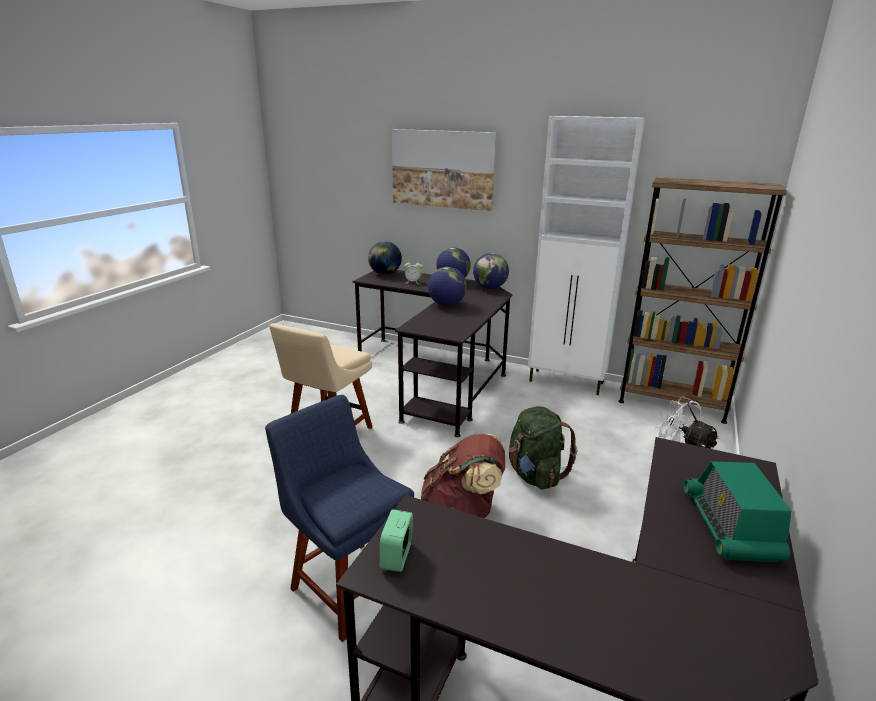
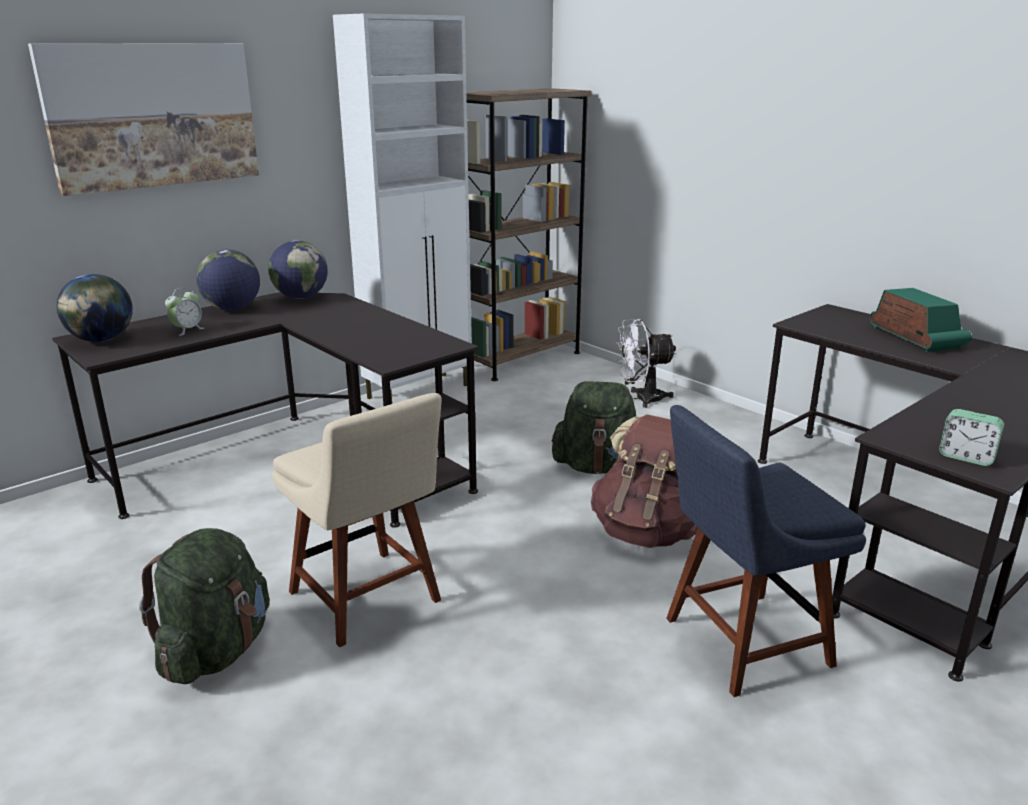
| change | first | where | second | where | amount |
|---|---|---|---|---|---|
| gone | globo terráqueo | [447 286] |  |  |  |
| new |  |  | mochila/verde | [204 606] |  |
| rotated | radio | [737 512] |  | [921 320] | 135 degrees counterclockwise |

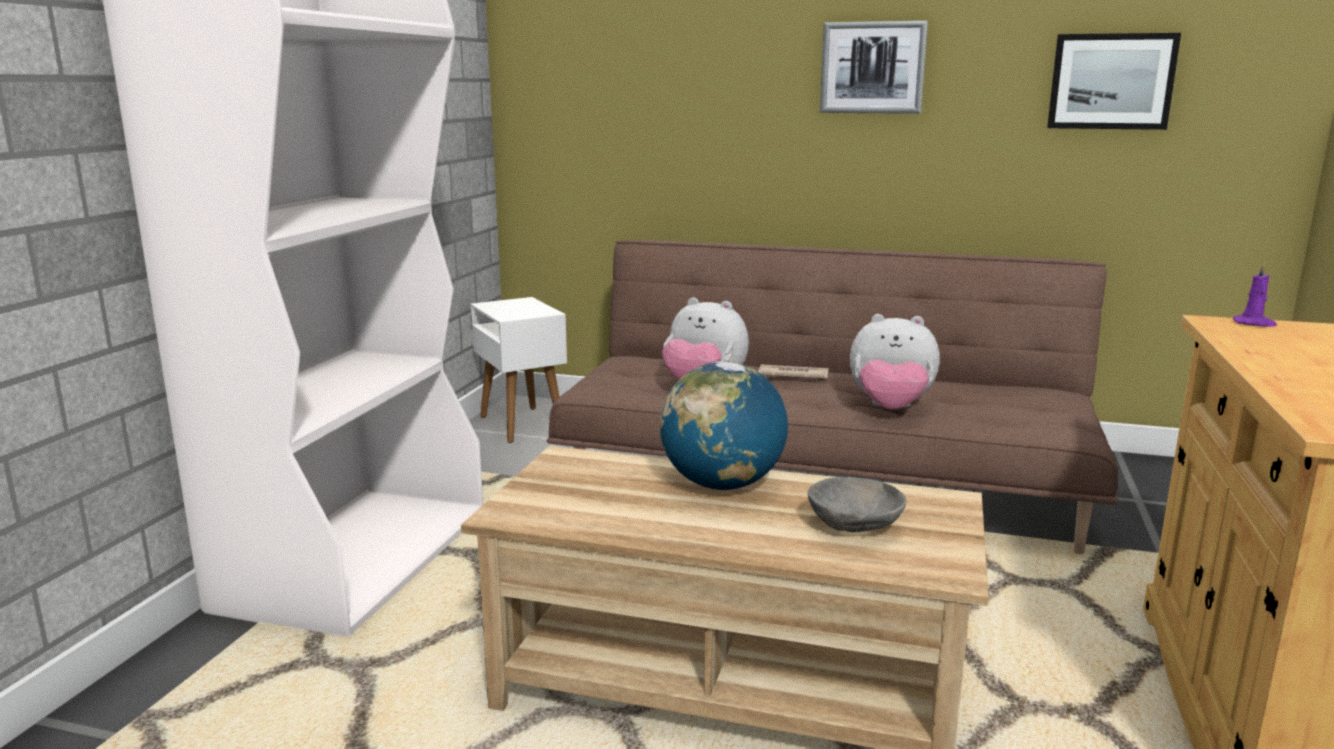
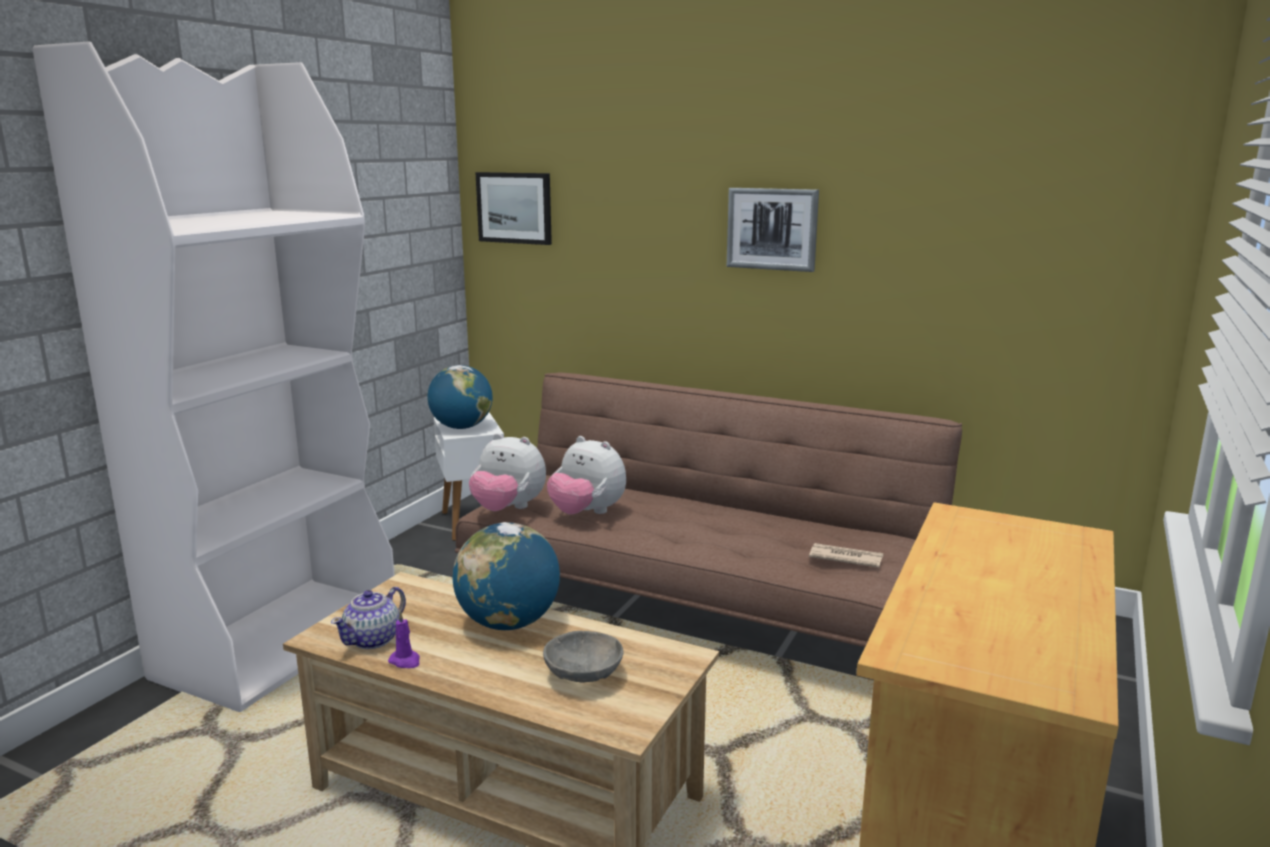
| change | first | where | second | where | amount |
|---|---|---|---|---|---|
| new |  |  | tetera | [368 618] |  |
| new |  |  | globo terráqueo | [460 397] |  |
| shifted | periódico | [793 371] |  | [846 555] |  |
| shifted | peluche | [895 361] |  | [507 472] |  |
| shifted | cuadro | [1114 81] |  | [513 208] |  |
| shifted | vela/morado | [1255 295] |  | [404 639] |  |

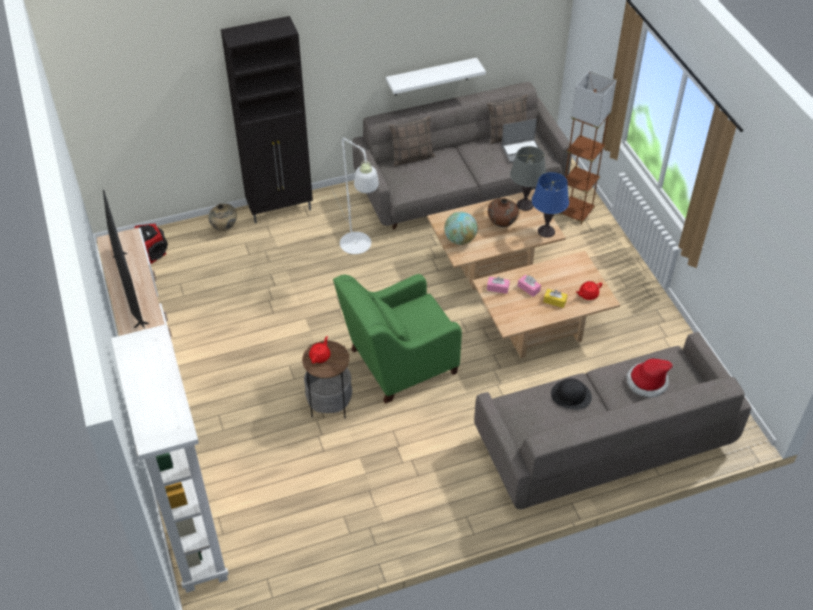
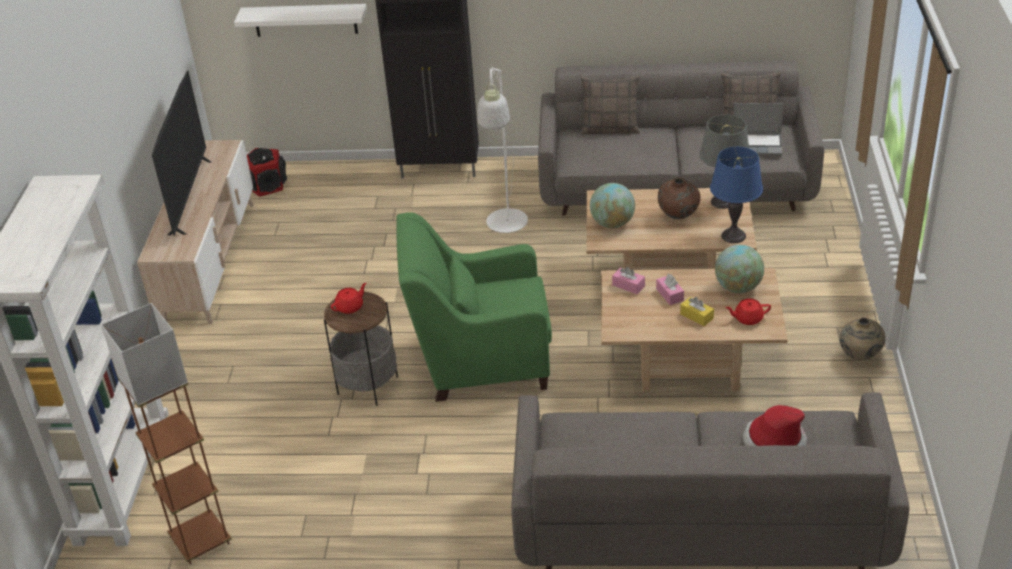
| change | first | where | second | where | amount |
|---|---|---|---|---|---|
| gone | sombrero/negro | [571 394] |  |  |  |
| new |  |  | globo terráqueo | [739 269] |  |
| shifted | florero/beis | [222 217] |  | [862 338] |  |
| shifted | estante/blanco | [436 76] |  | [300 20] |  |
| shifted | lámpara de pie/marrón | [588 147] |  | [166 434] |  |

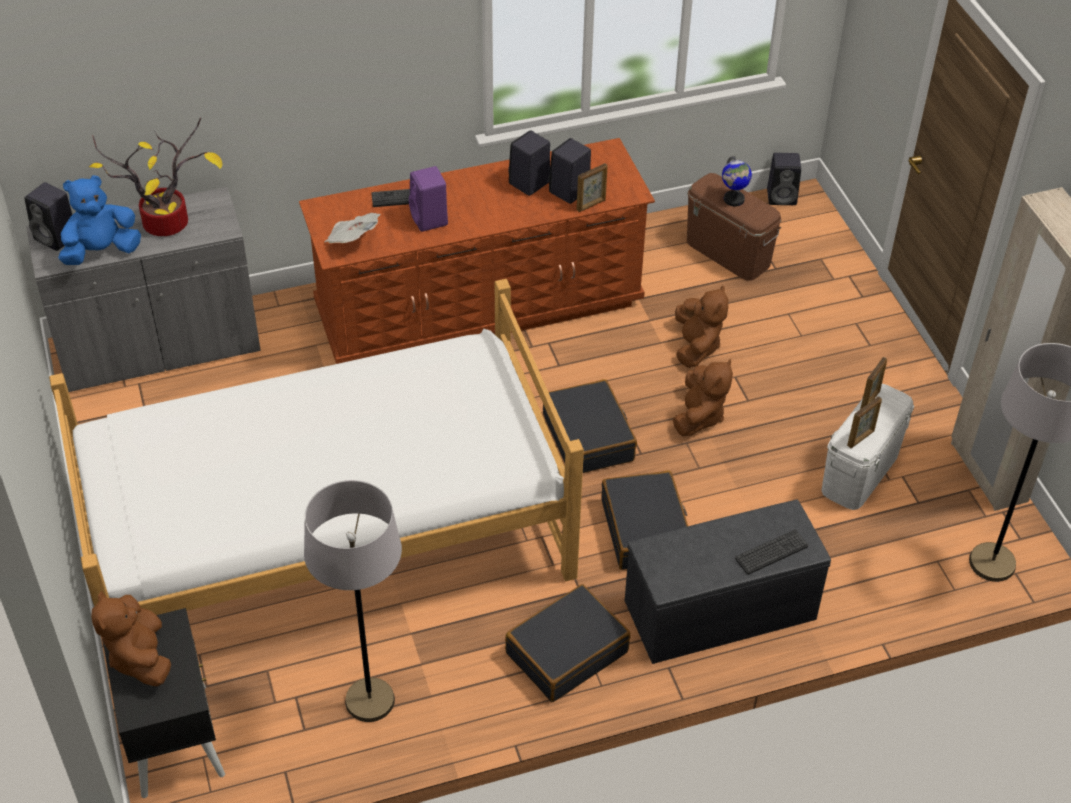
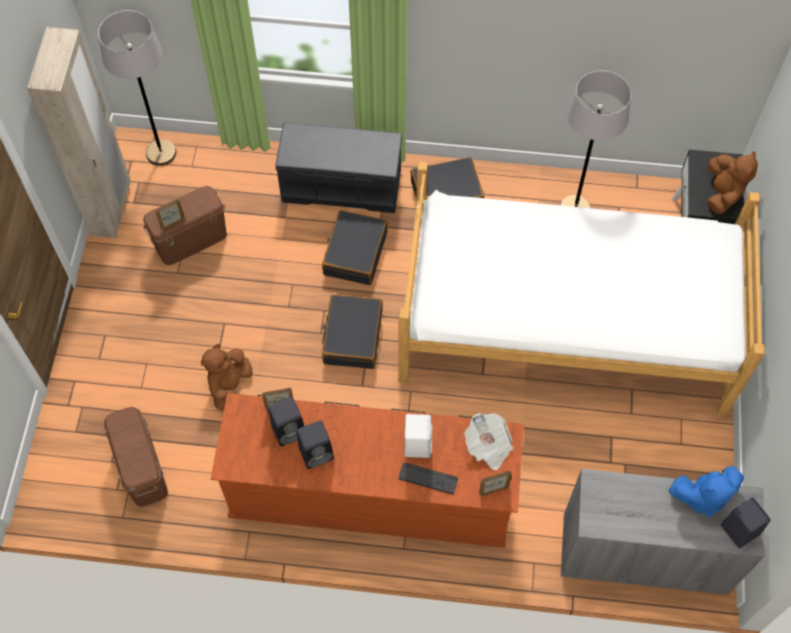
| change | first | where | second | where | amount |
|---|---|---|---|---|---|
| gone | planta en maceta | [155 177] |  |  |  |
| gone | peluche/marrón | [703 397] |  |  |  |
| gone | globo terráqueo | [737 181] |  |  |  |
| gone | teclado | [771 552] |  |  |  |
| gone | altavoz/negro | [784 179] |  |  |  |
| shifted | portarretratos | [864 422] |  | [495 484] |  |
| repainted | altavoz/morado | [428 199] | altavoz/blanco | [418 436] |  |
| repainted | caja de almacenaje/blanco | [867 447] | caja de almacenaje/marrón | [185 225] |  |

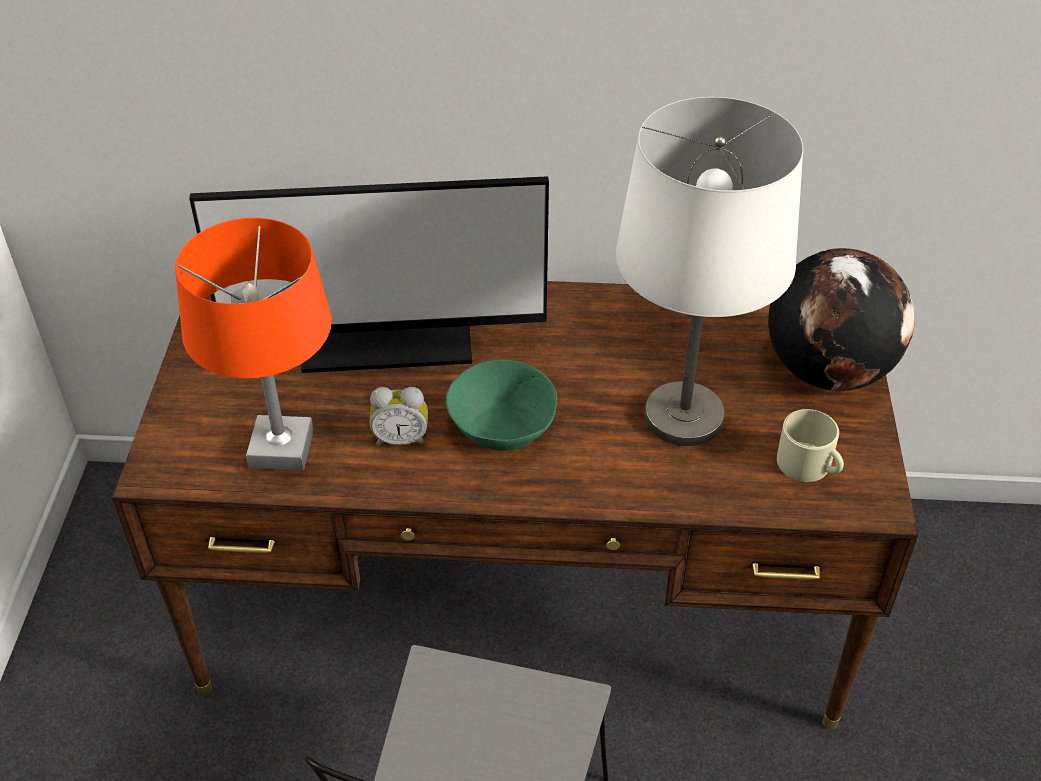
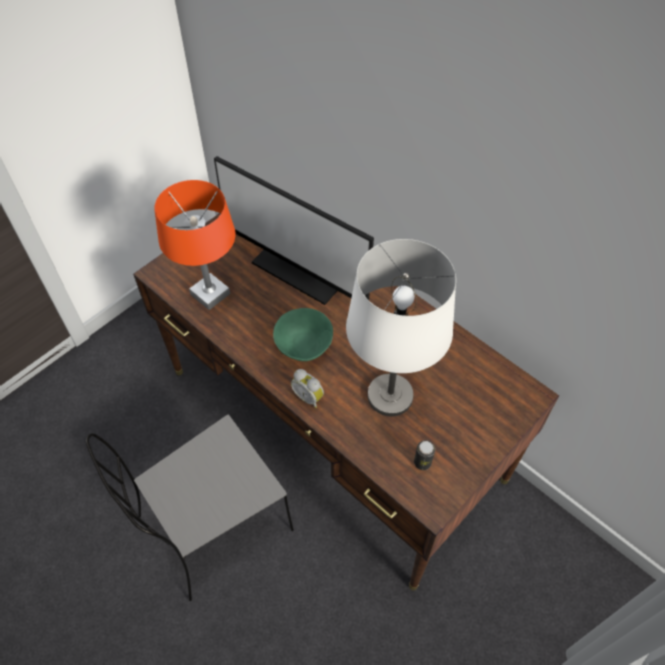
| change | first | where | second | where | amount |
|---|---|---|---|---|---|
| gone | globo terráqueo | [841 319] |  |  |  |
| shifted | despertador | [398 417] |  | [307 388] |  |
| swapped | taza grande/beis | [810 445] | lata | [424 455] |  |

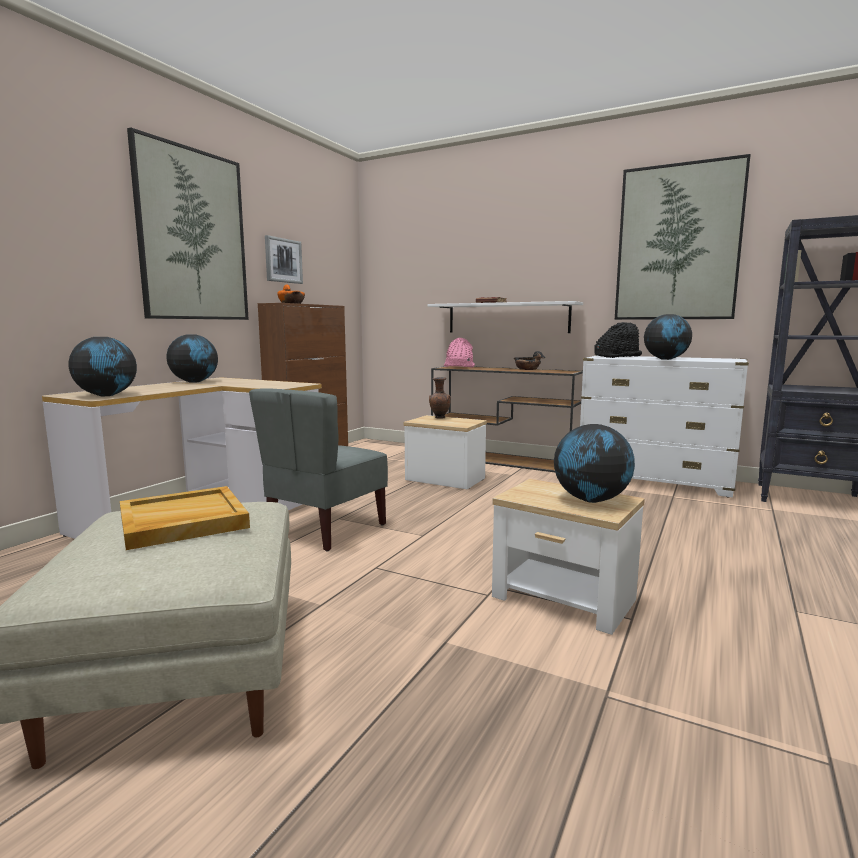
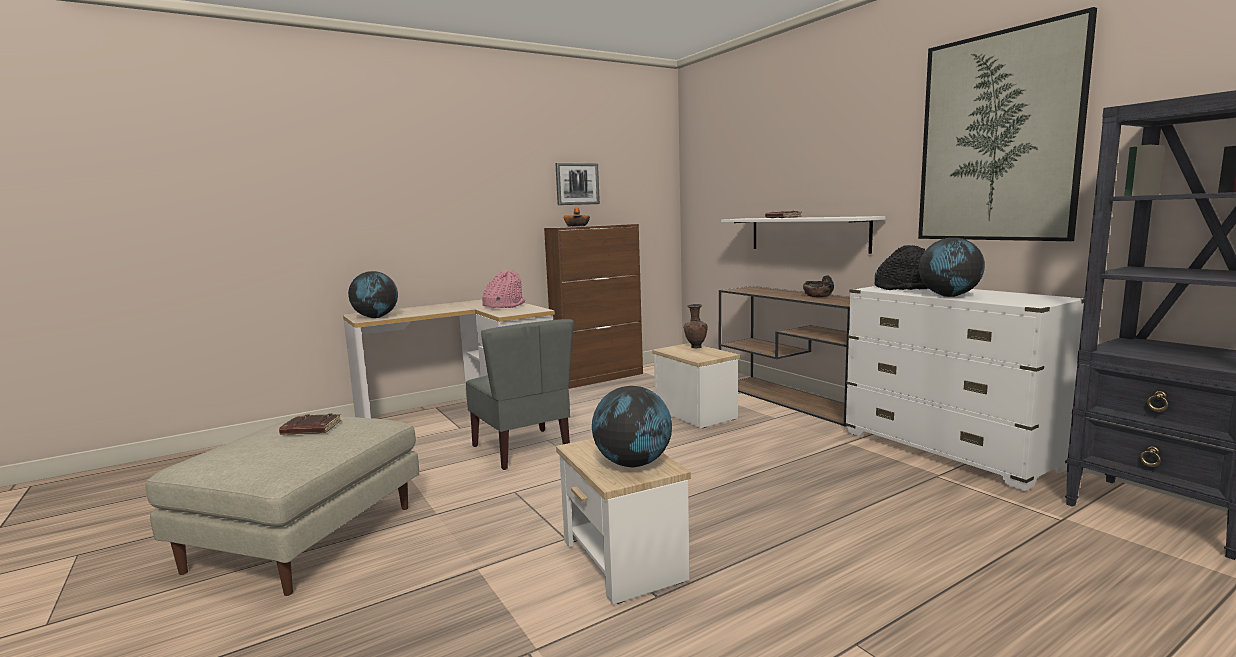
| change | first | where | second | where | amount |
|---|---|---|---|---|---|
| gone | cuadro | [188 224] |  |  |  |
| gone | globo terráqueo | [192 358] |  |  |  |
| shifted | sombrero/rosa | [459 353] |  | [503 289] |  |
| swapped | bandeja/beis | [185 518] | libro/marrón | [310 424] |  |
| rotated | silla/gris | [318 469] |  | [520 394] | 90 degrees counterclockwise |

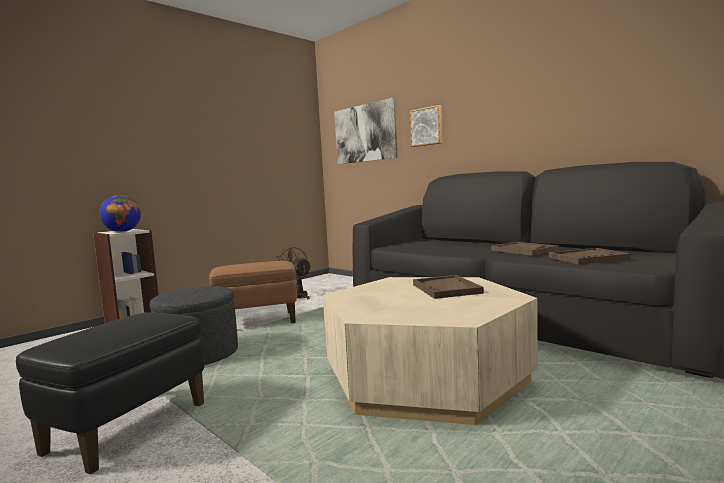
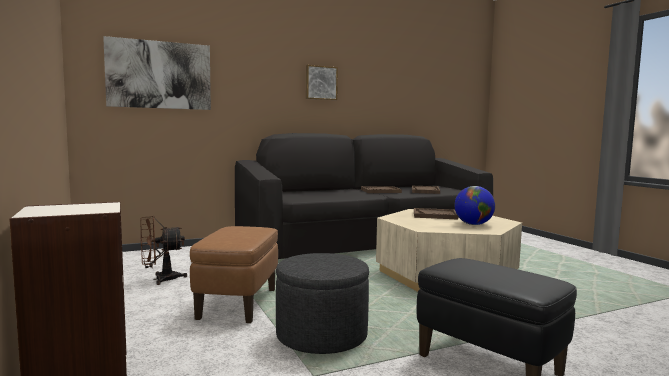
| change | first | where | second | where | amount |
|---|---|---|---|---|---|
| shifted | globo terráqueo | [120 213] |  | [474 205] |  |
| shifted | cuadro | [426 126] |  | [322 82] |  |

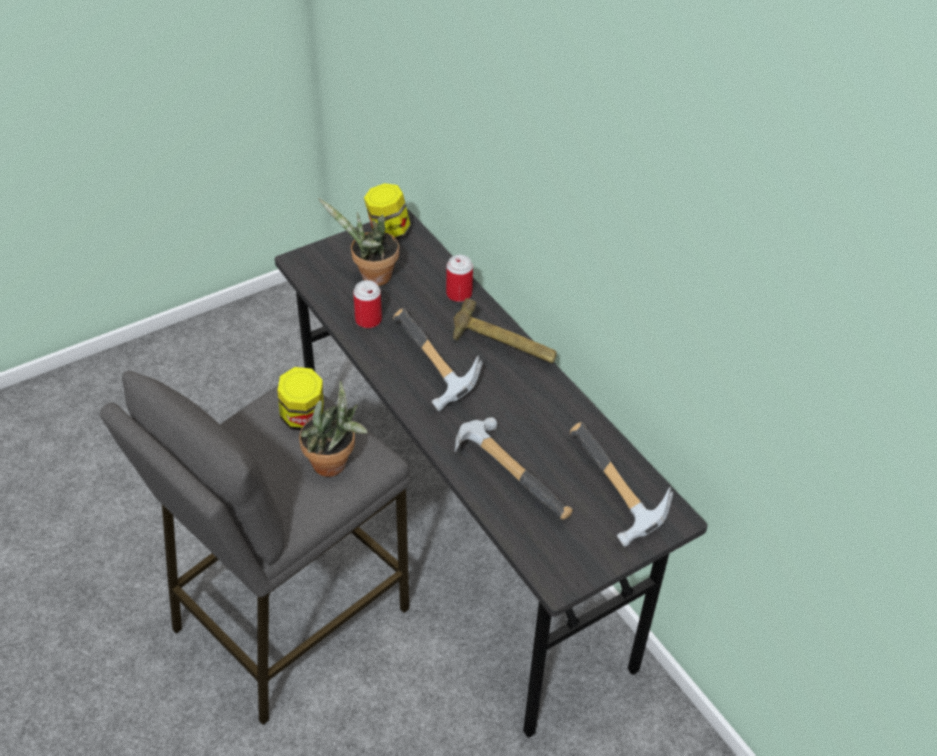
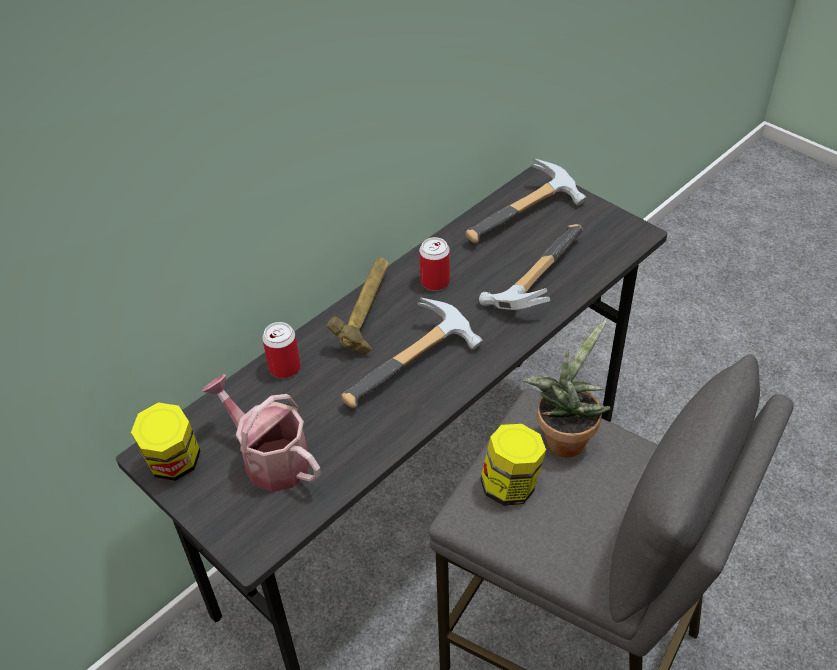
| change | first | where | second | where | amount |
|---|---|---|---|---|---|
| shifted | lata | [367 304] |  | [434 264] |  |
| swapped | planta en maceta | [358 242] | regadera | [261 433] |  |

